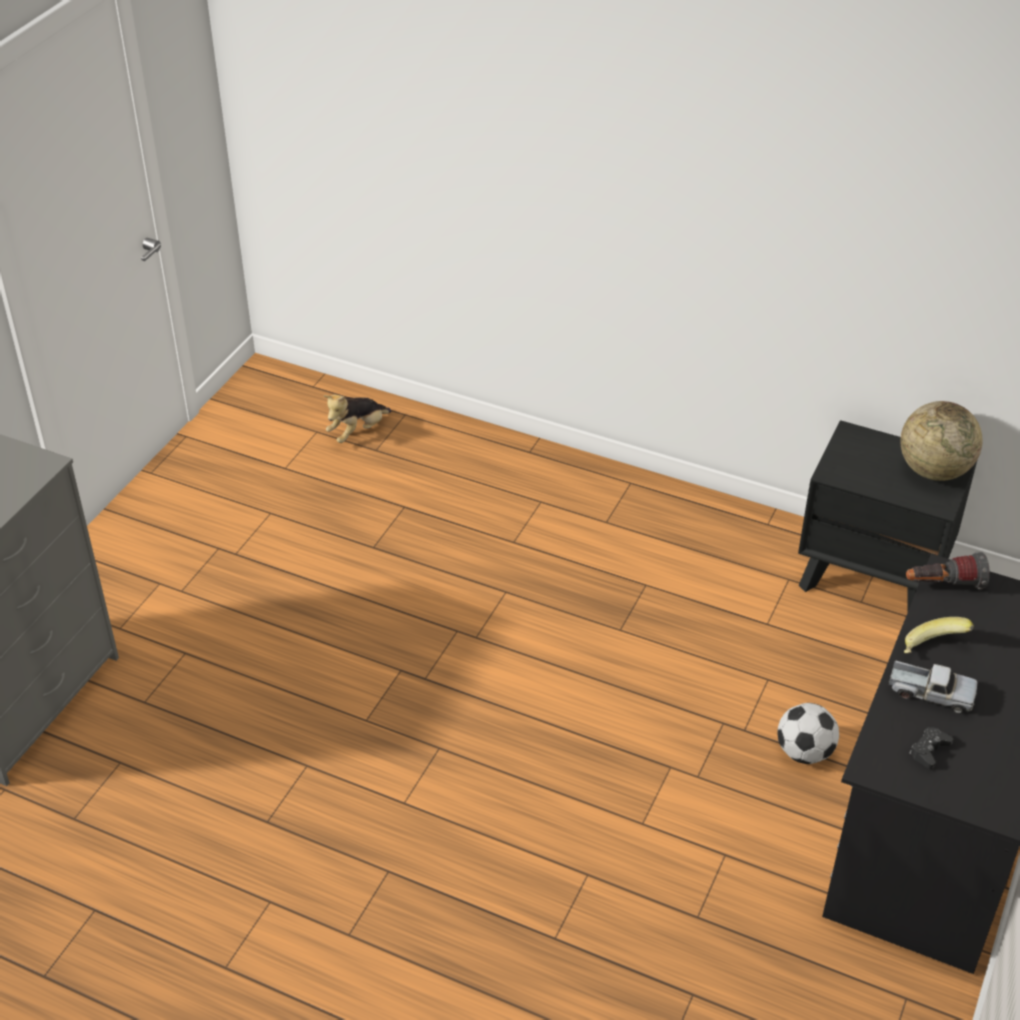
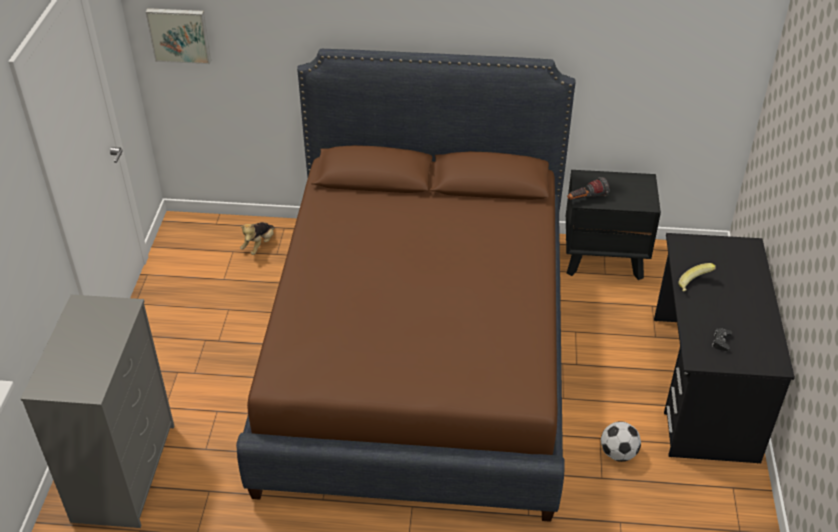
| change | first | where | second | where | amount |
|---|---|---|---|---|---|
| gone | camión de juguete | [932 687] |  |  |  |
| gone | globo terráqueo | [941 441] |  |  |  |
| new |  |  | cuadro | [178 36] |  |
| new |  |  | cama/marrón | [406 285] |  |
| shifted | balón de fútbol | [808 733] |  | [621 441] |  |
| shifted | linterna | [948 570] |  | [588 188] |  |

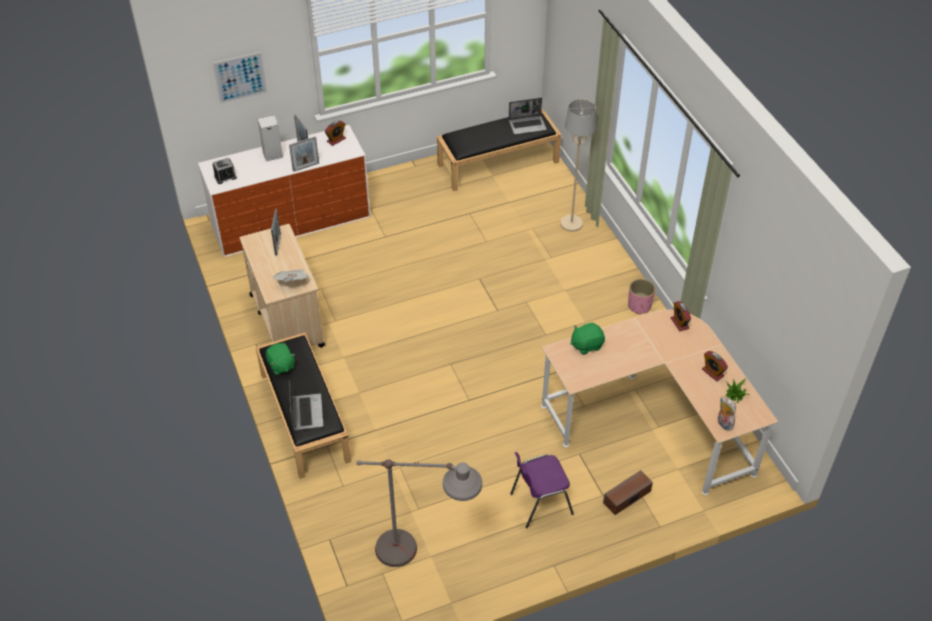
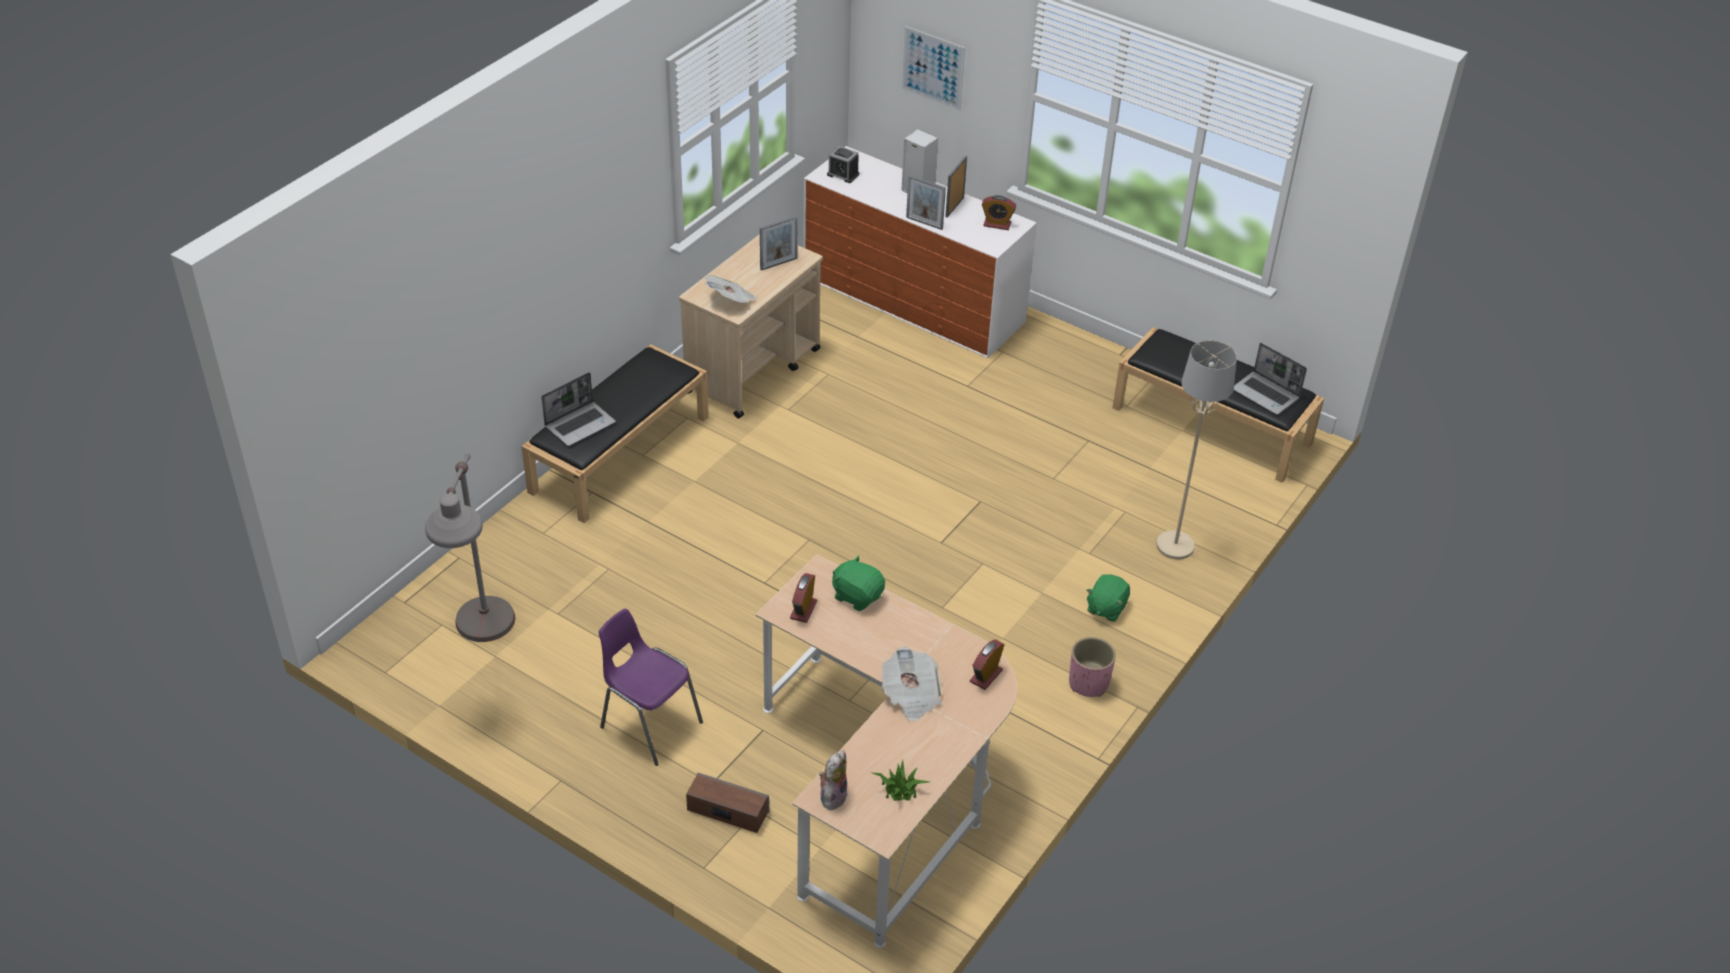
| change | first | where | second | where | amount |
|---|---|---|---|---|---|
| new |  |  | periódico | [912 684] |  |
| shifted | peluche/verde | [280 359] |  | [1108 598] |  |
| shifted | despertador | [715 366] |  | [803 598] |  |

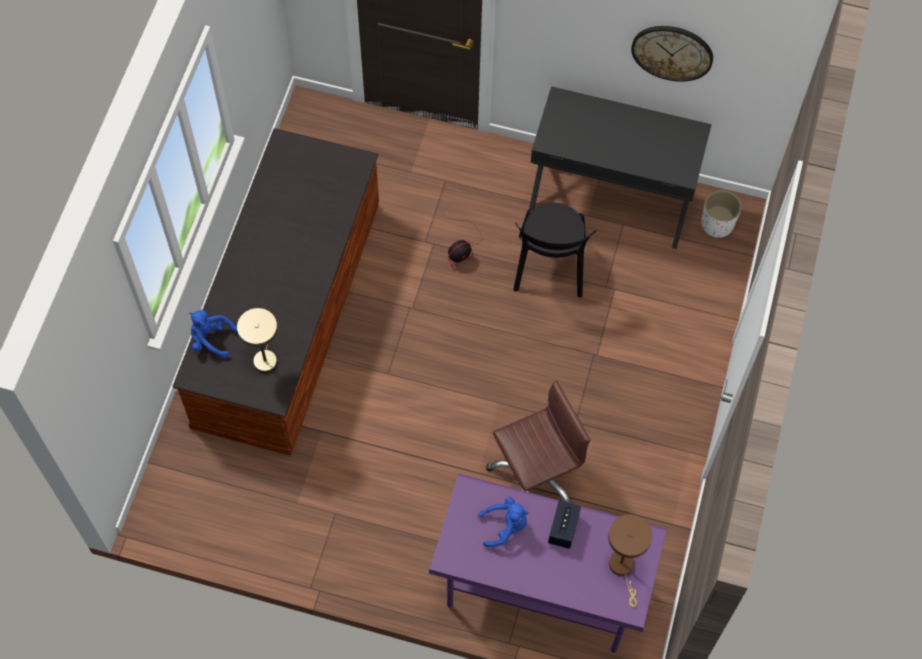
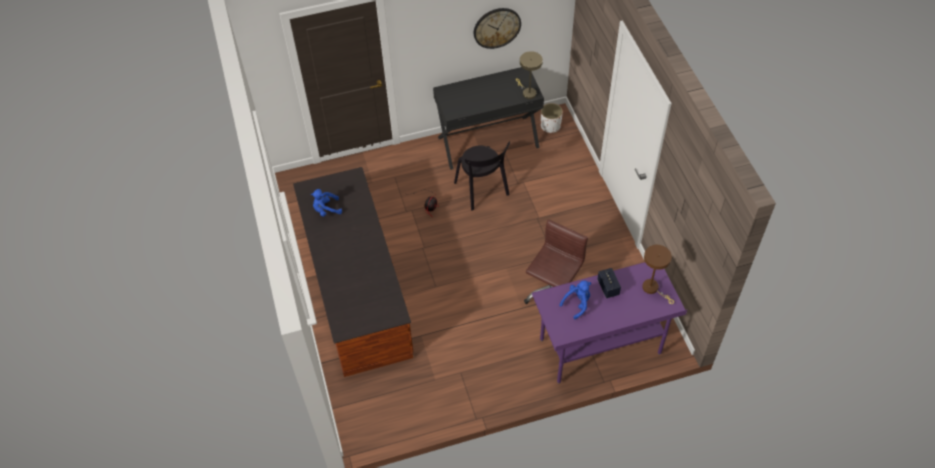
| change | first | where | second | where | amount |
|---|---|---|---|---|---|
| shifted | peluche/azul | [214 334] |  | [326 203] |  |
| shifted | lámpara de mesa/beis | [257 340] |  | [529 75] |  |

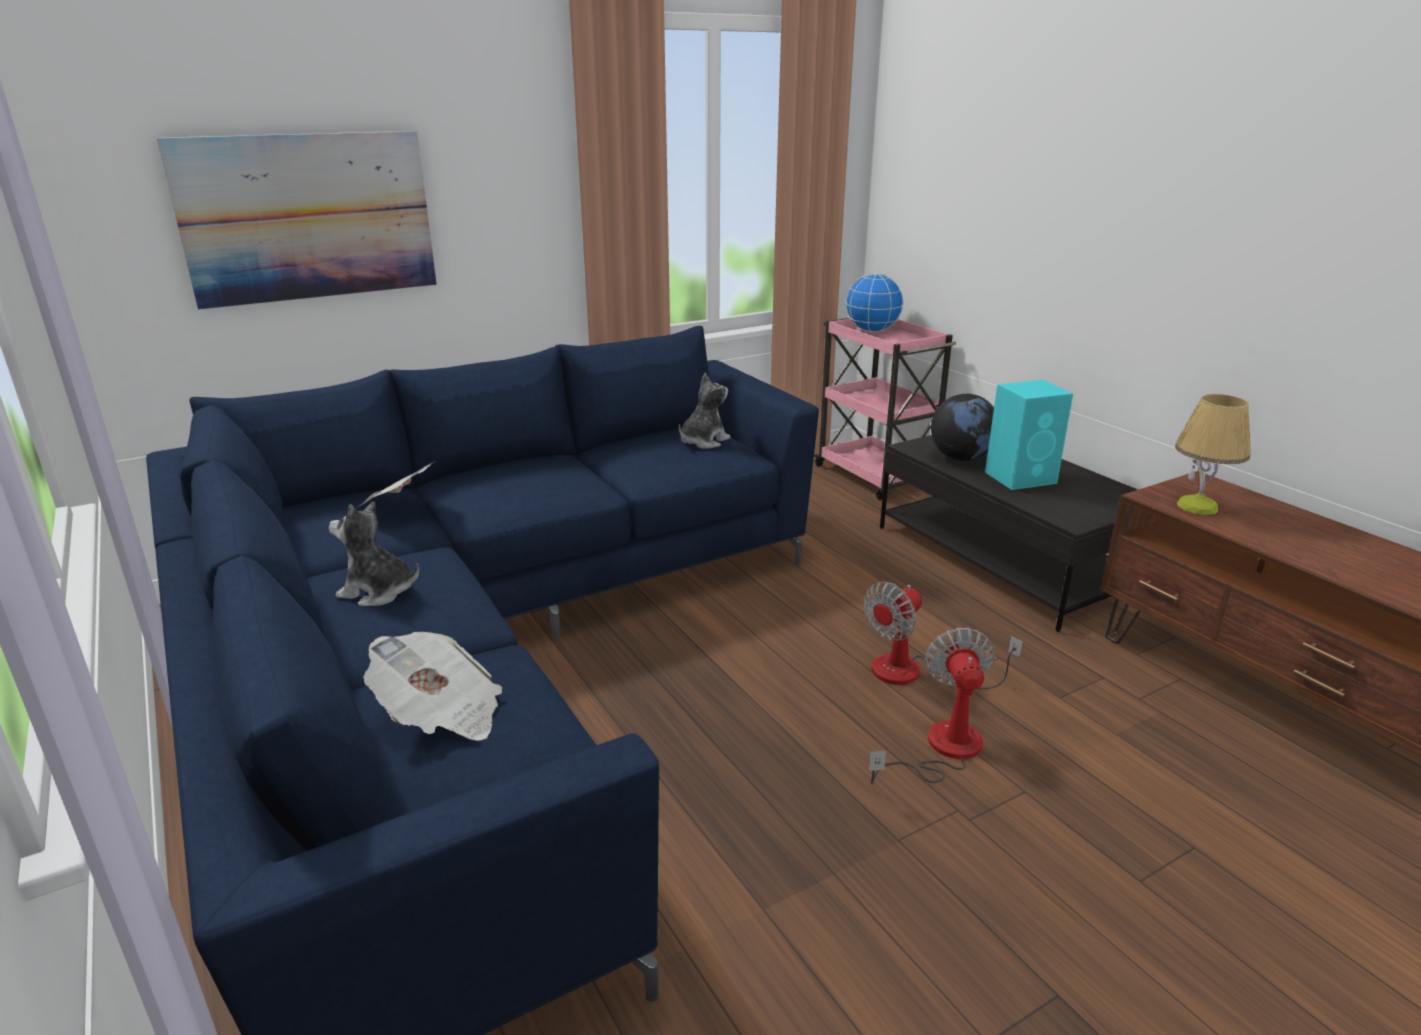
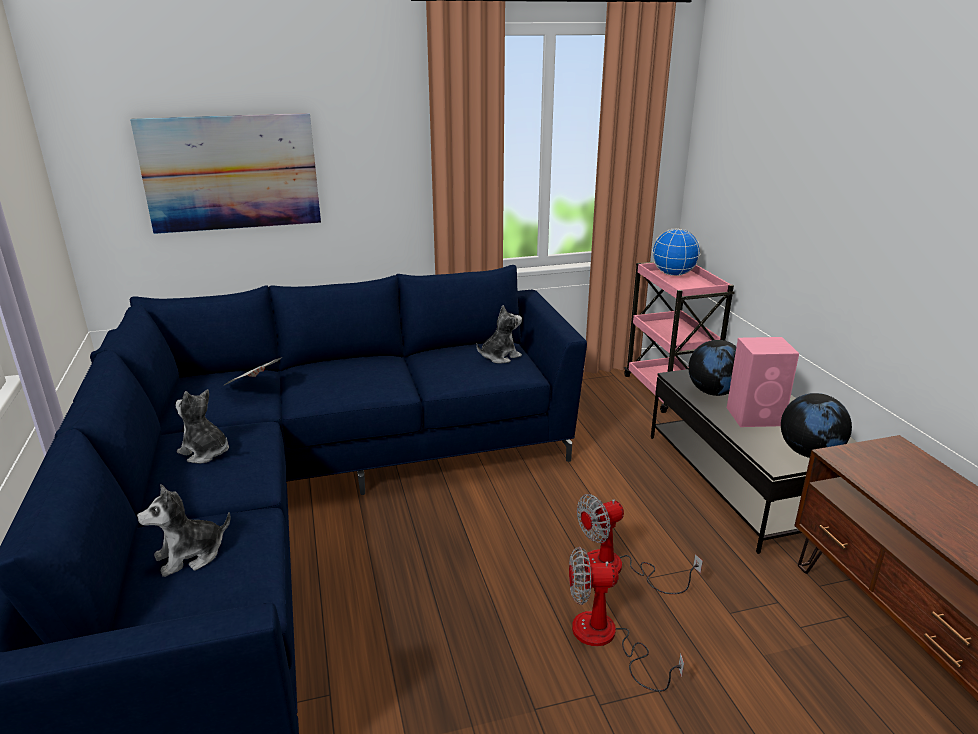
| change | first | where | second | where | amount |
|---|---|---|---|---|---|
| gone | lámpara de mesa | [1213 454] |  |  |  |
| new |  |  | globo terráqueo | [816 425] |  |
| swapped | periódico | [432 686] | peluche | [184 530] |  |
| repainted | altavoz/turquesa | [1029 435] | altavoz/rosa | [763 382] |  |
| rotated | ventilador | [931 706] |  | [626 619] | 105 degrees counterclockwise |

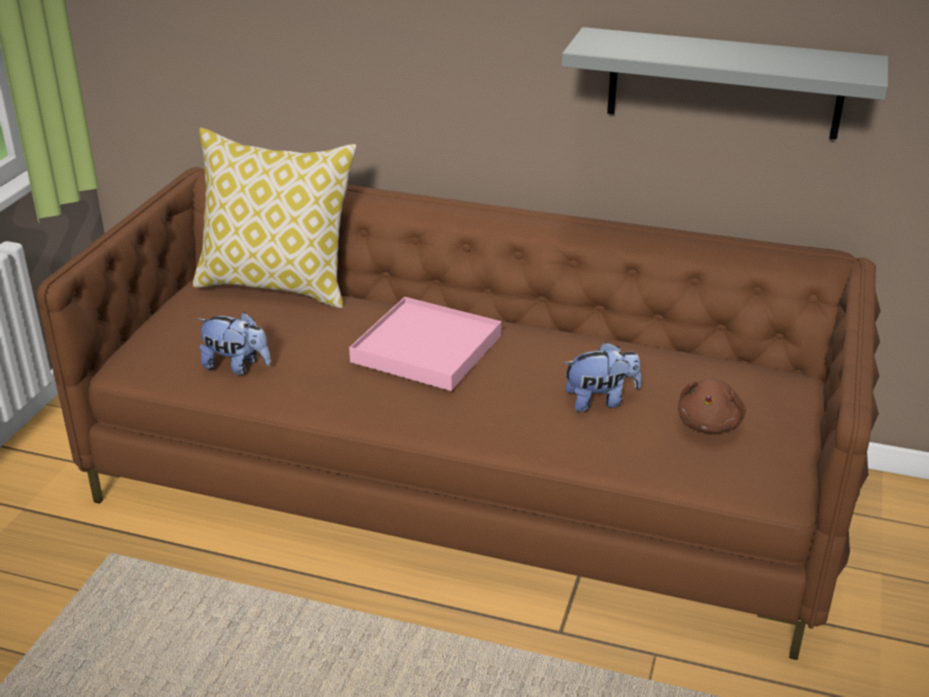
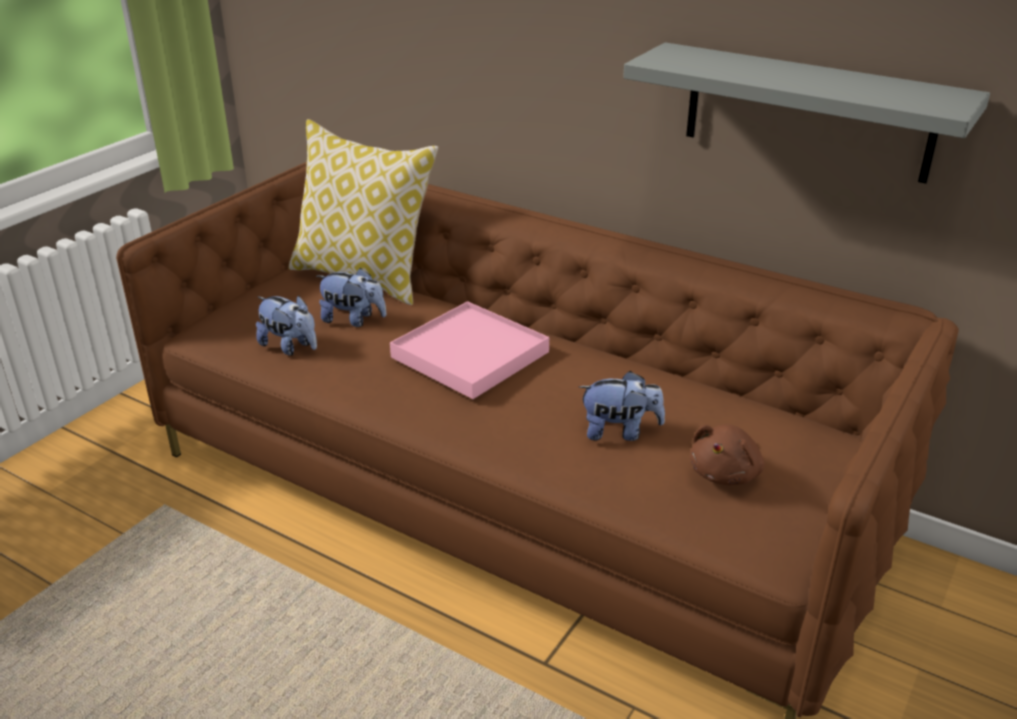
| change | first | where | second | where | amount |
|---|---|---|---|---|---|
| new |  |  | peluche | [351 297] |  |

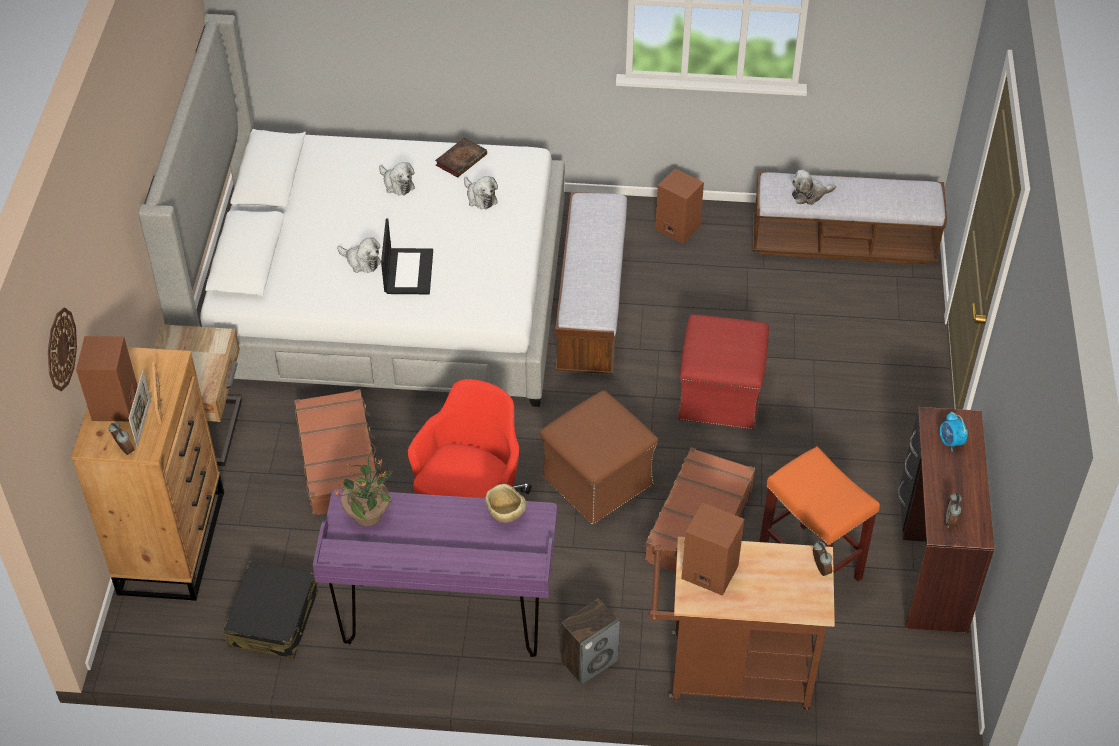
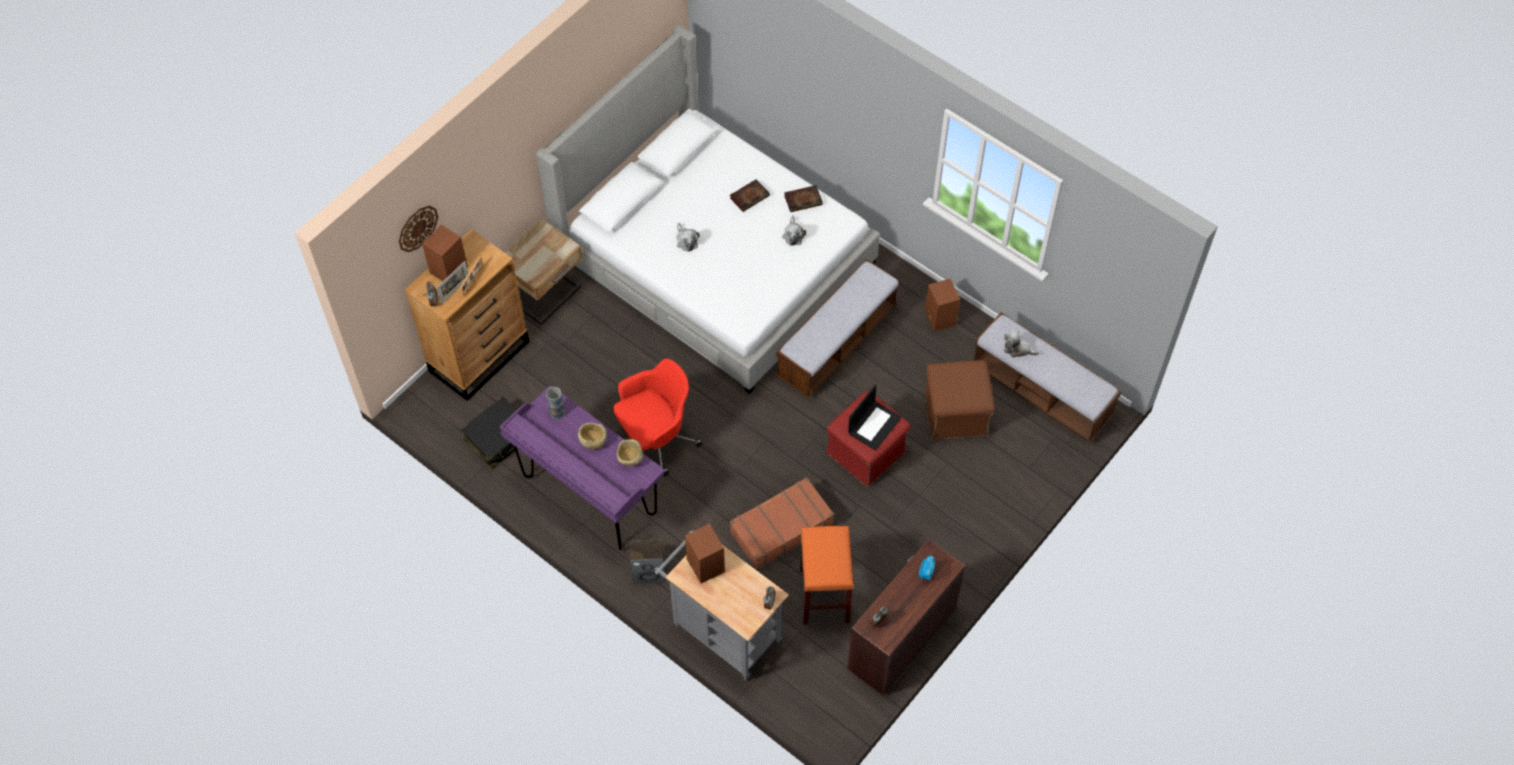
| change | first | where | second | where | amount |
|---|---|---|---|---|---|
| gone | maleta/marrón | [337 452] |  |  |  |
| new |  |  | cuenco/beis | [592 436] |  |
| shifted | portátil | [407 256] |  | [874 417] |  |
| shifted | puf/marrón | [599 457] |  | [959 400] |  |
| swapped | planta en maceta | [364 488] | florero | [555 403] |  |
| swapped | peluche | [397 178] | libro | [750 195] |  |
| repainted | carrito/marrón | [742 624] | carrito/gris | [721 605] |  |

